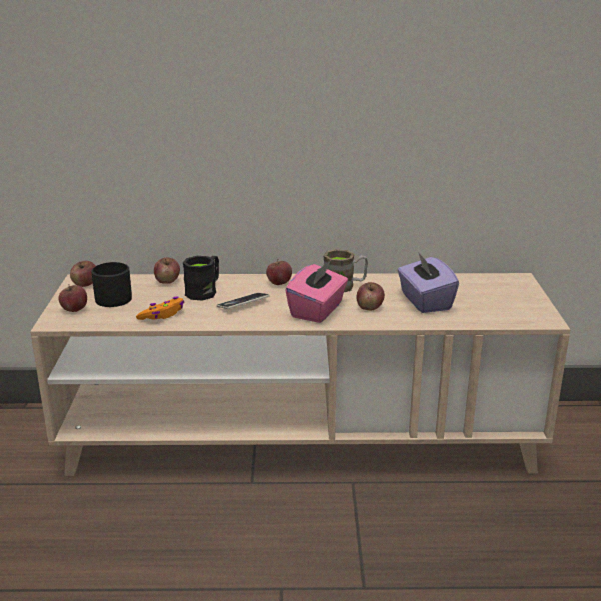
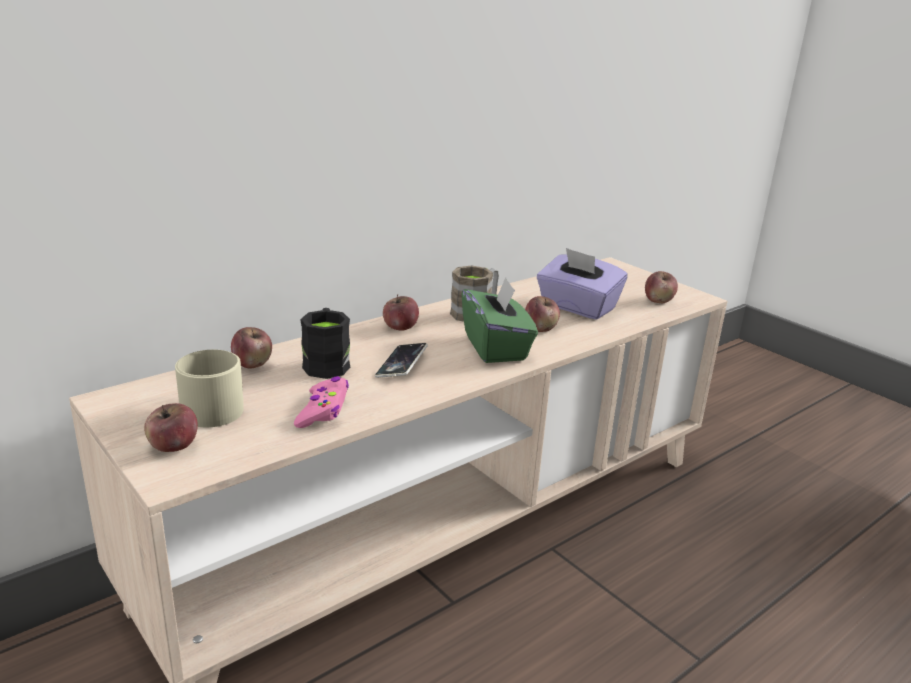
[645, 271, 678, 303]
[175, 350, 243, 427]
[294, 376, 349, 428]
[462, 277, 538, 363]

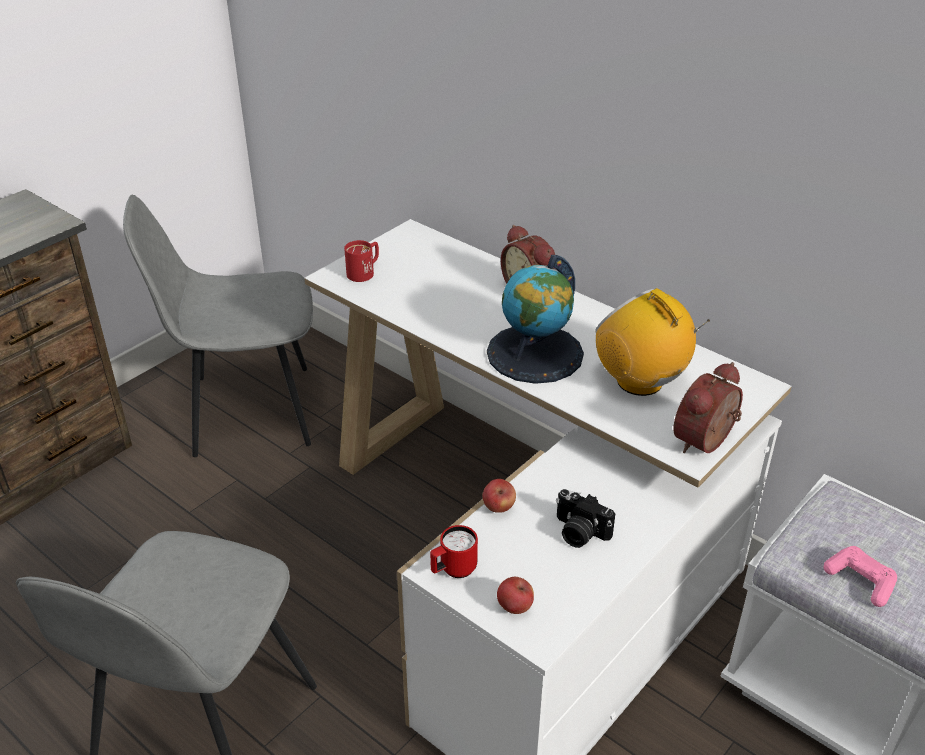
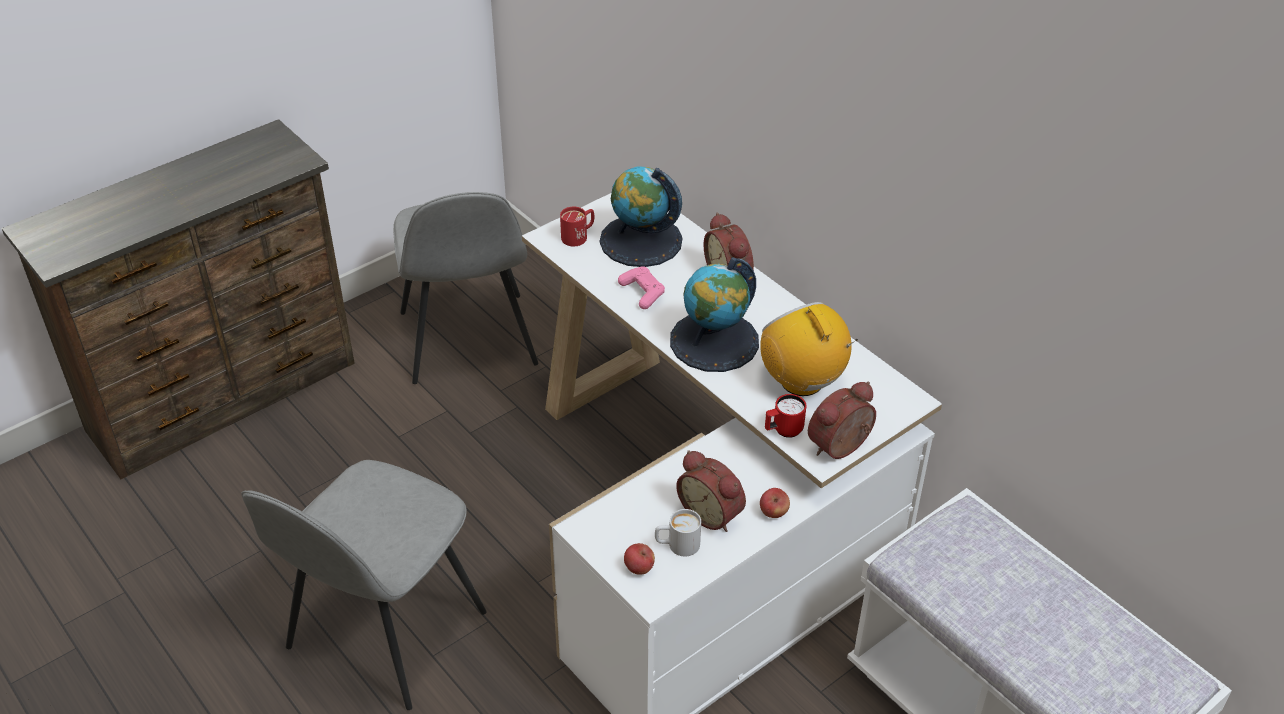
[393, 192, 539, 384]
[765, 394, 806, 438]
[760, 488, 790, 518]
[676, 450, 746, 532]
[618, 266, 665, 309]
[600, 166, 683, 267]
[655, 509, 701, 556]

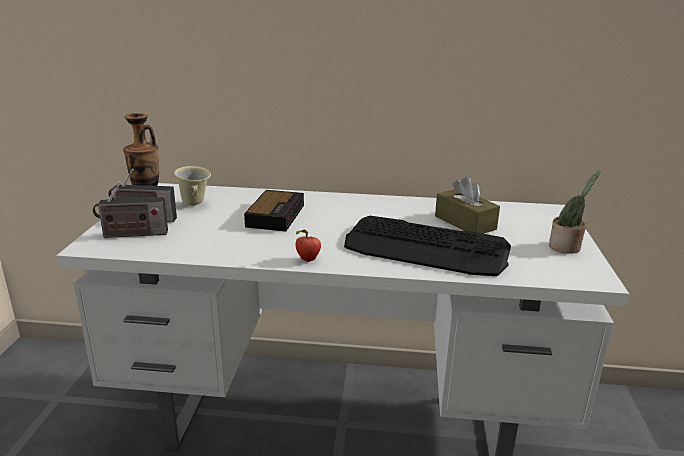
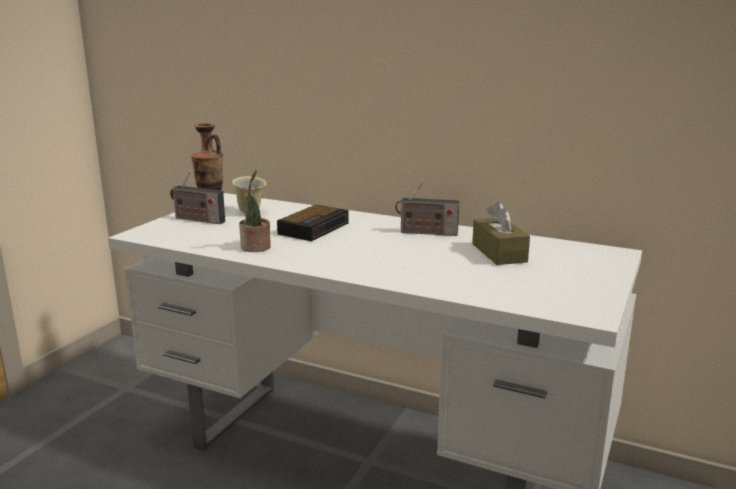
[395, 182, 459, 236]
[296, 230, 321, 262] (first image)
[344, 216, 511, 276] (first image)
[239, 170, 270, 252]

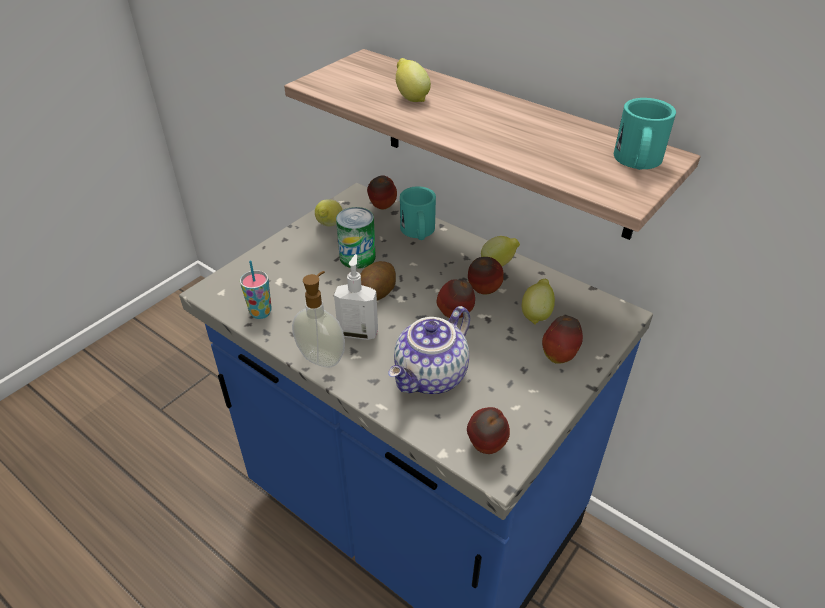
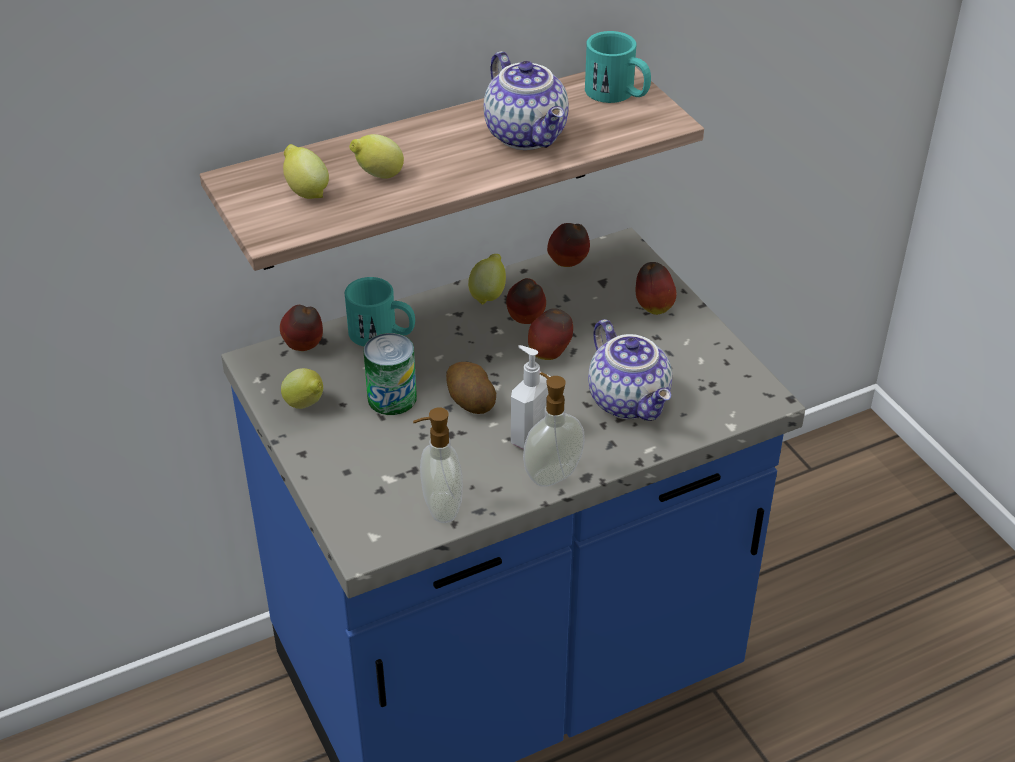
[413, 408, 463, 523]
[547, 223, 590, 267]
[283, 144, 329, 199]
[484, 51, 569, 150]

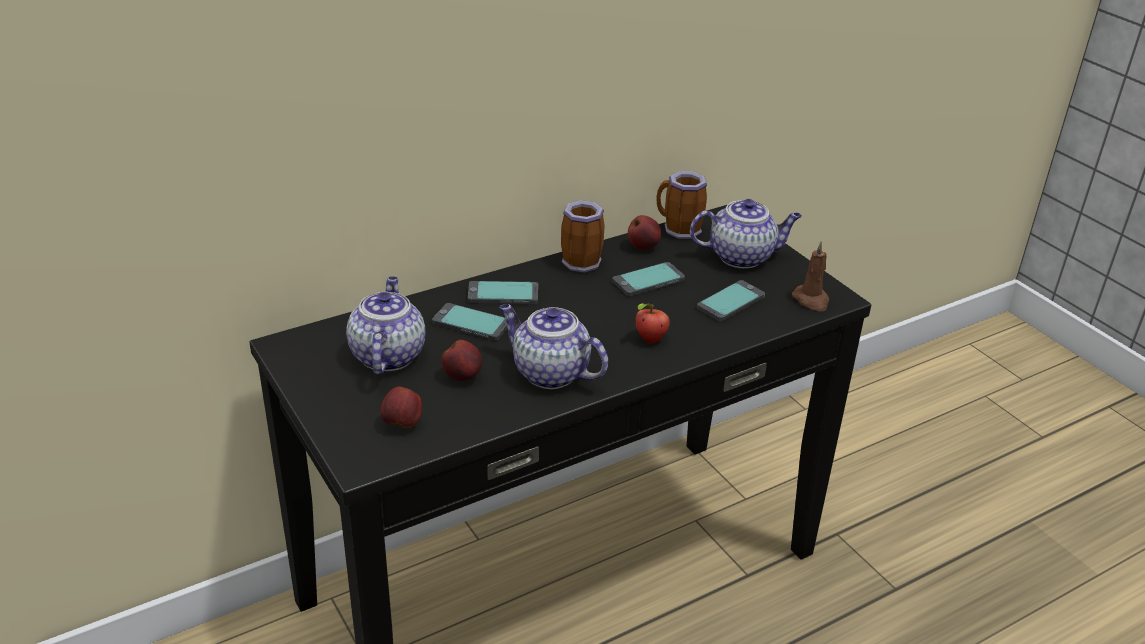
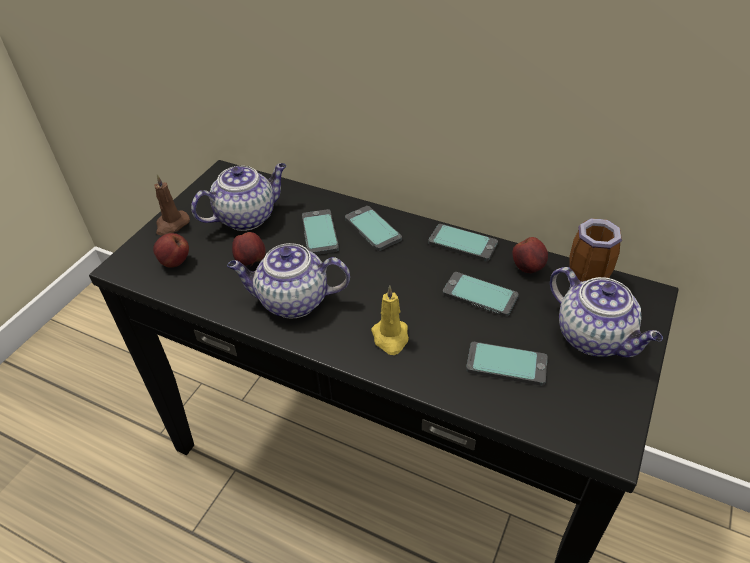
[227, 243, 350, 319]
[428, 224, 498, 261]
[371, 285, 409, 355]
[154, 174, 190, 235]

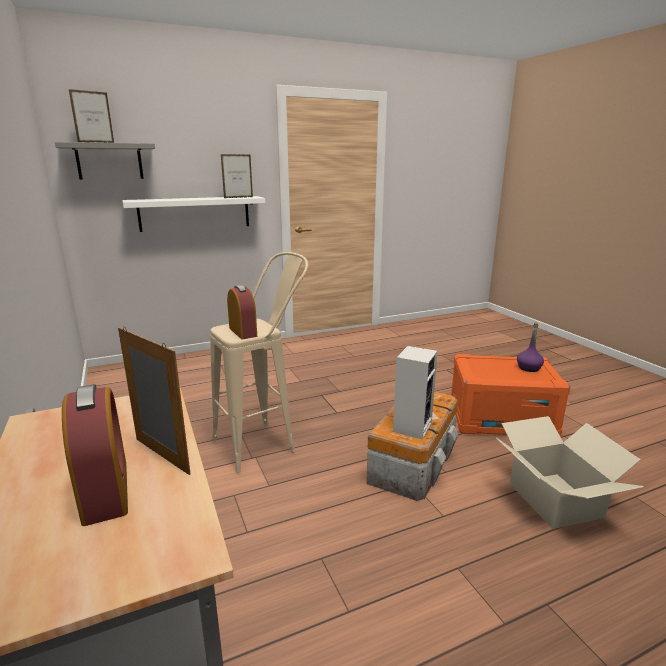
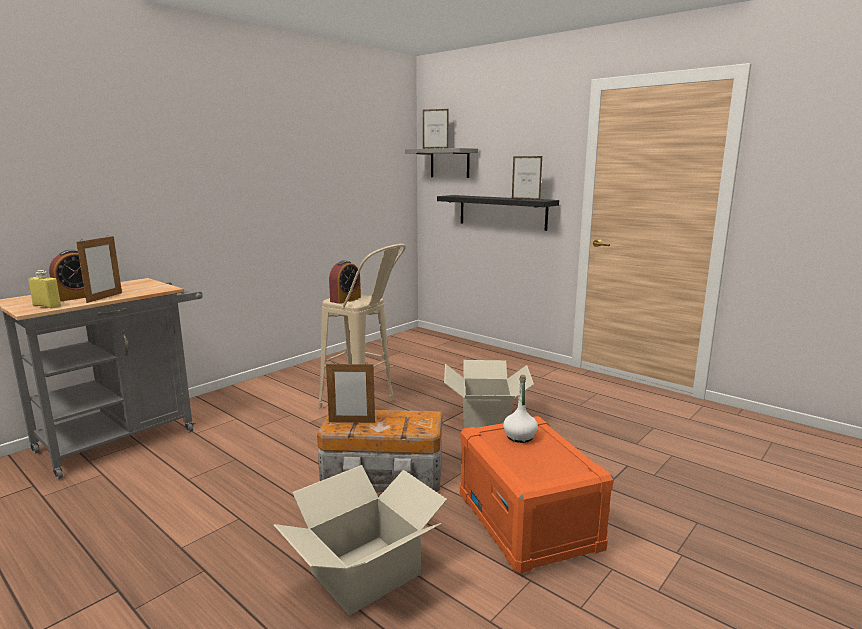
[437, 195, 559, 231]
[326, 362, 375, 423]
[517, 322, 544, 372] (first image)
[28, 270, 61, 309]
[444, 360, 534, 428]
[503, 375, 538, 443]

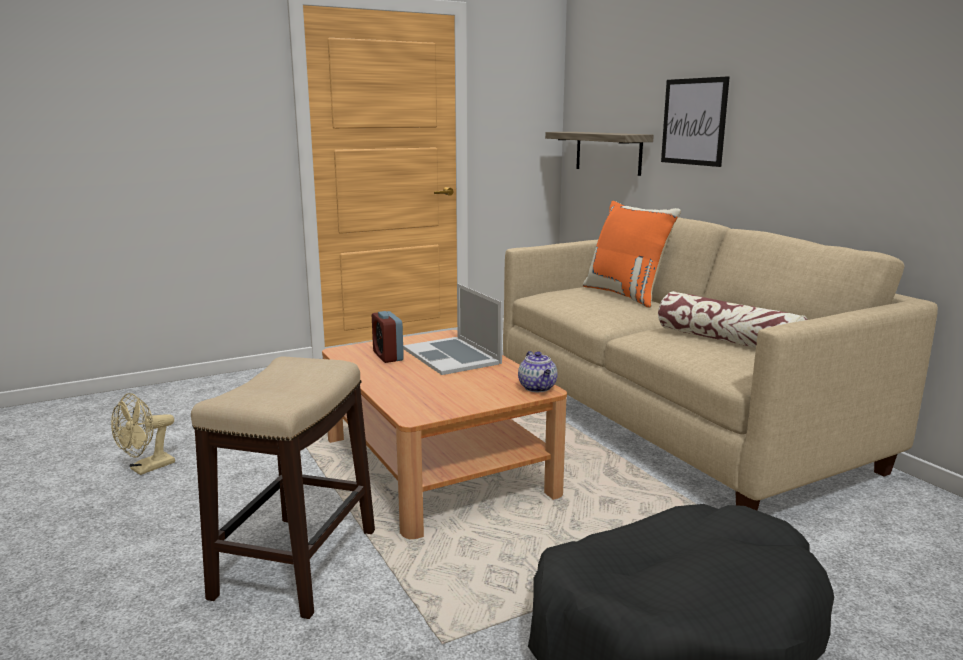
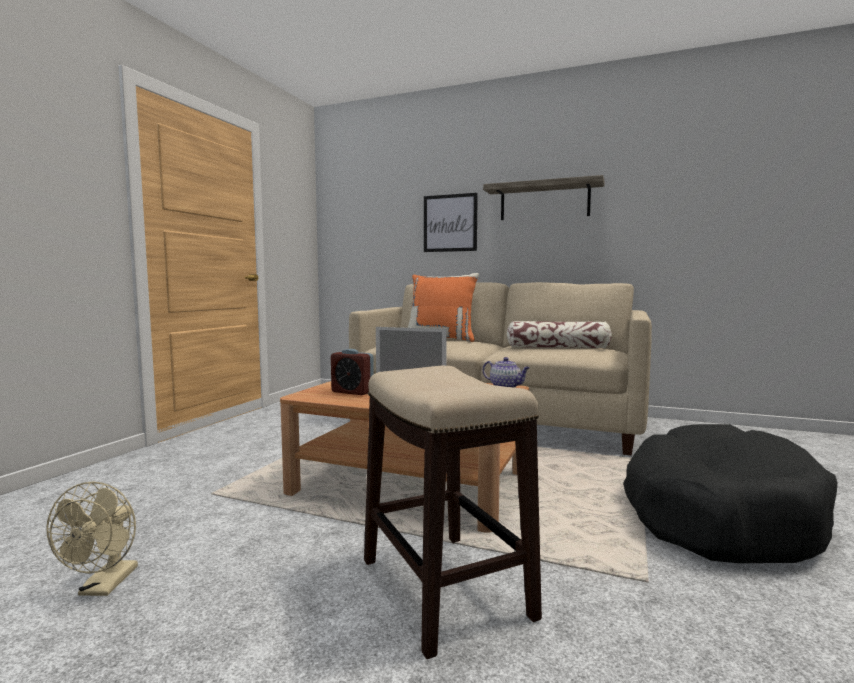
[483, 175, 605, 220]

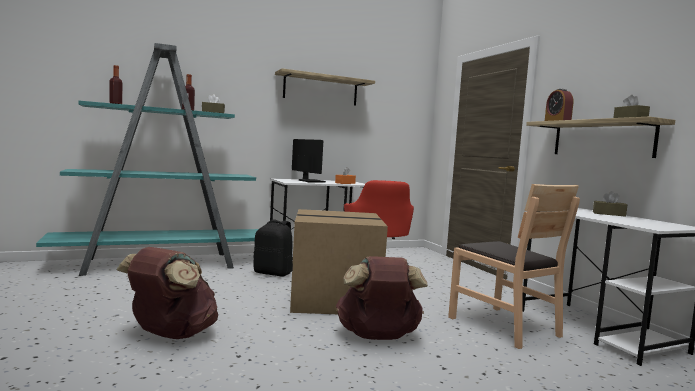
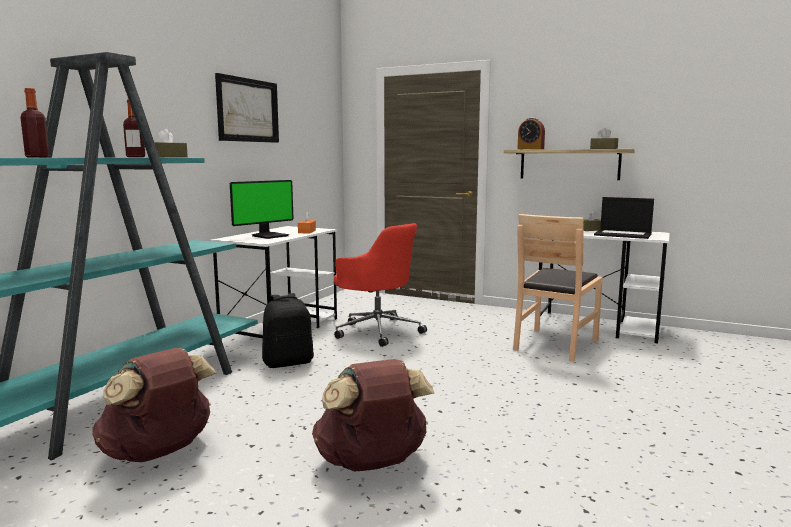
[215, 73, 279, 143]
[290, 209, 388, 314] (first image)
[230, 180, 293, 239]
[92, 348, 217, 462]
[513, 214, 603, 362]
[594, 197, 654, 239]

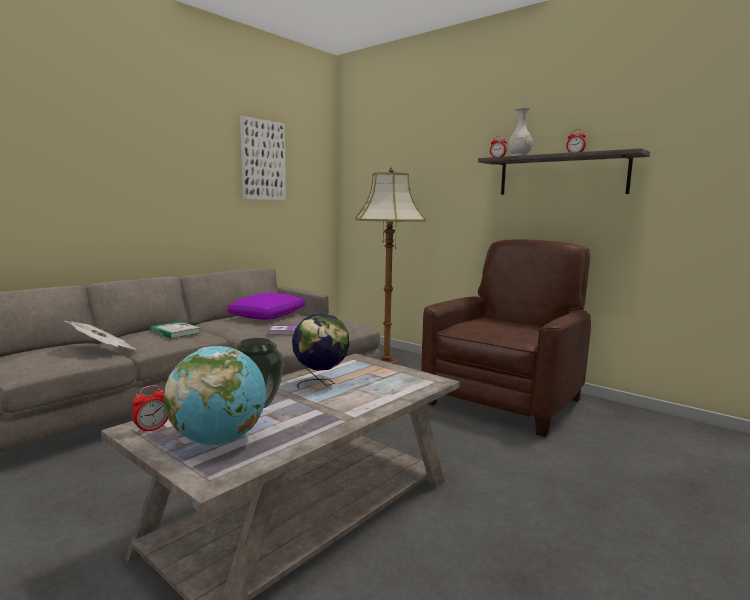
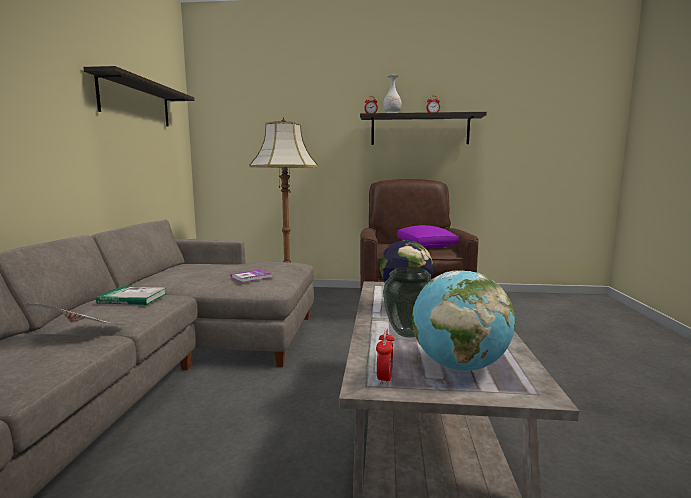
[397, 225, 459, 248]
[83, 66, 194, 127]

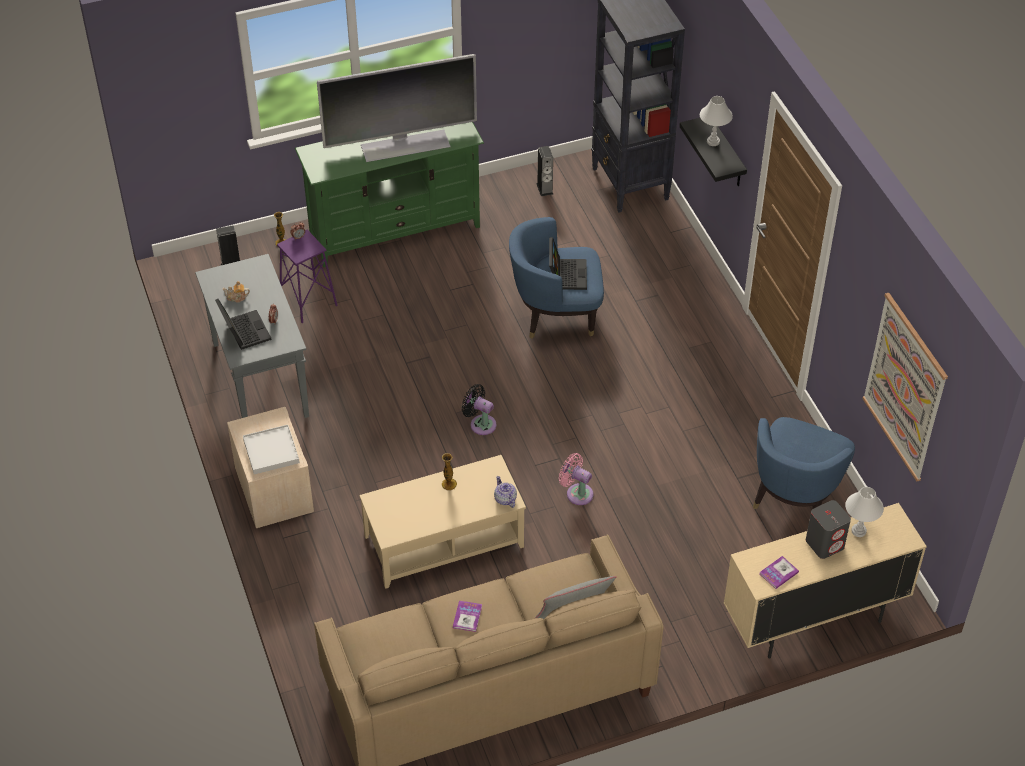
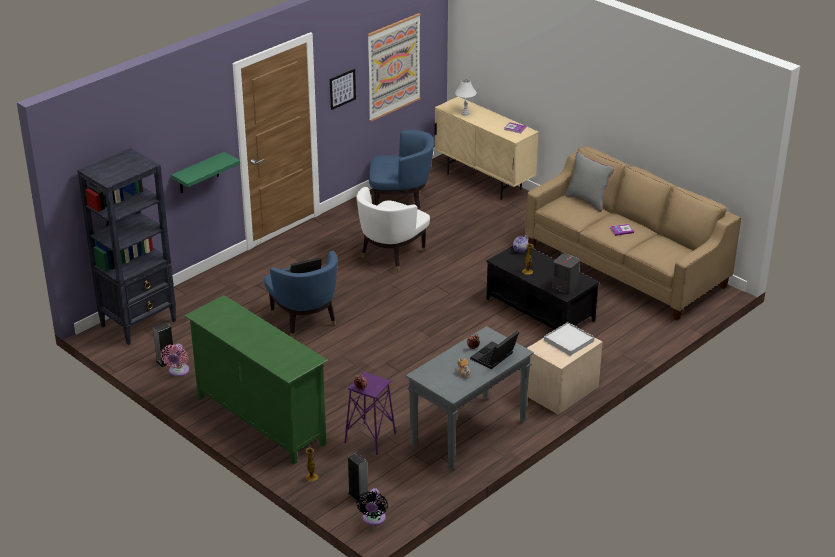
[317, 54, 477, 162] (first image)
[486, 246, 599, 330]
[356, 488, 388, 526]
[161, 344, 189, 377]
[171, 152, 240, 193]
[700, 96, 733, 146] (first image)
[552, 254, 580, 294]
[330, 69, 356, 110]
[356, 187, 430, 271]

